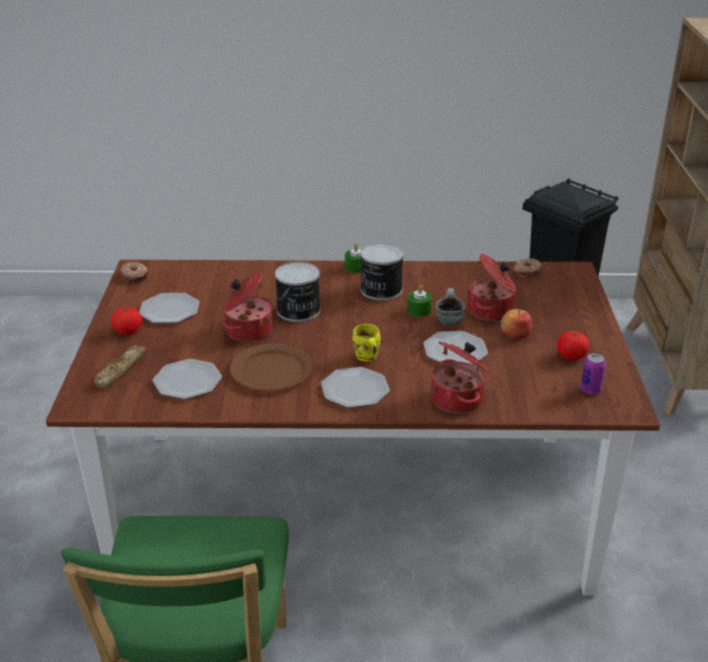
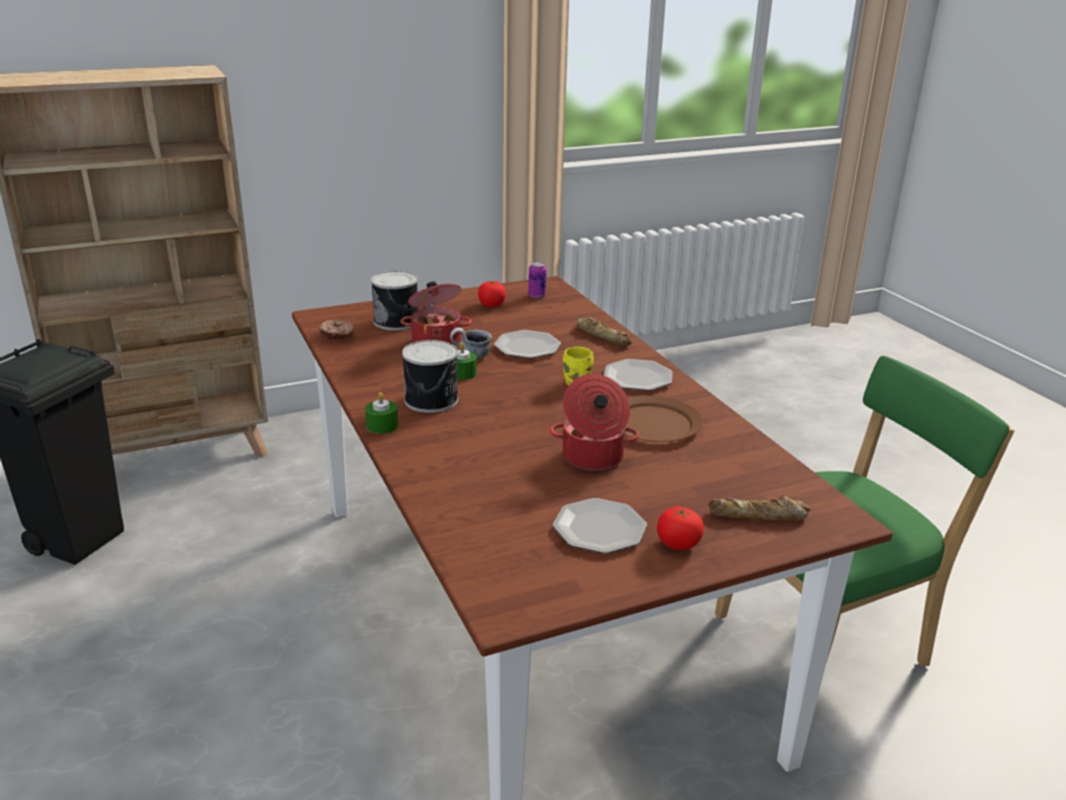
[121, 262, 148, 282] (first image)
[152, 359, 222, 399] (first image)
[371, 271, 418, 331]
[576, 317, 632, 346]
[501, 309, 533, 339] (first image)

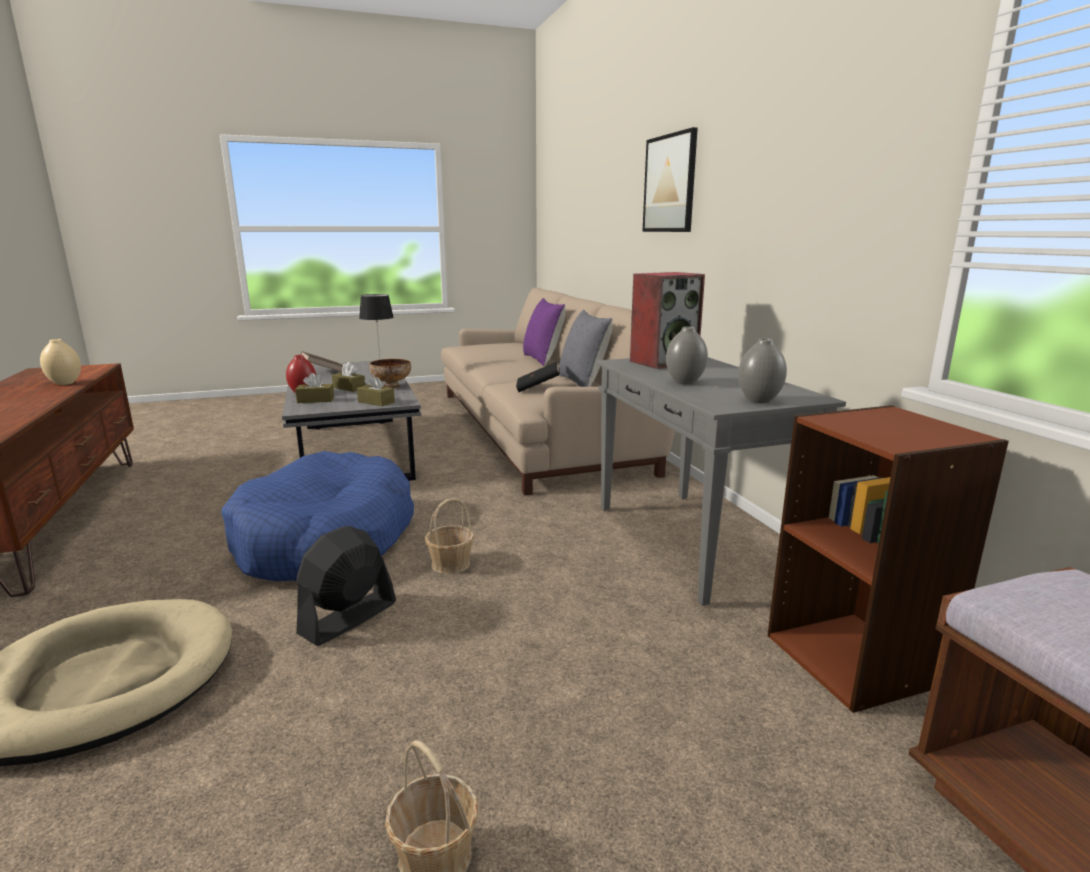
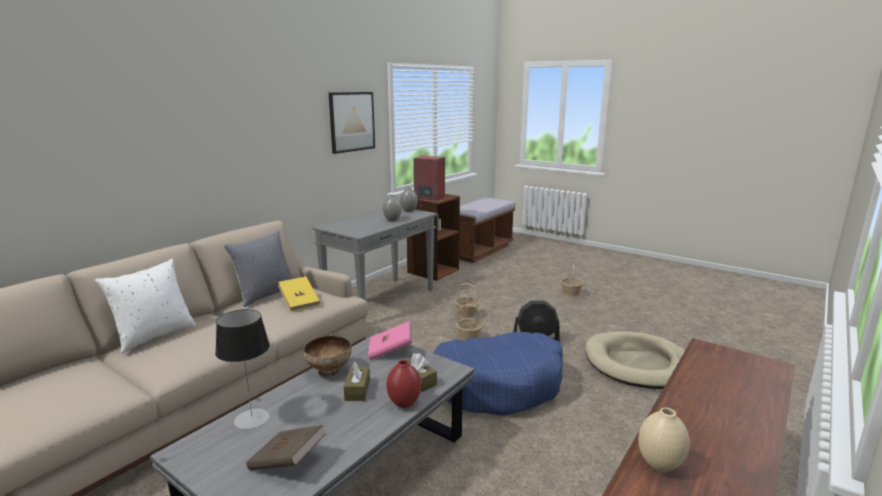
[368, 321, 413, 360]
[278, 277, 320, 312]
[95, 259, 196, 354]
[413, 156, 445, 201]
[329, 92, 375, 154]
[455, 283, 479, 319]

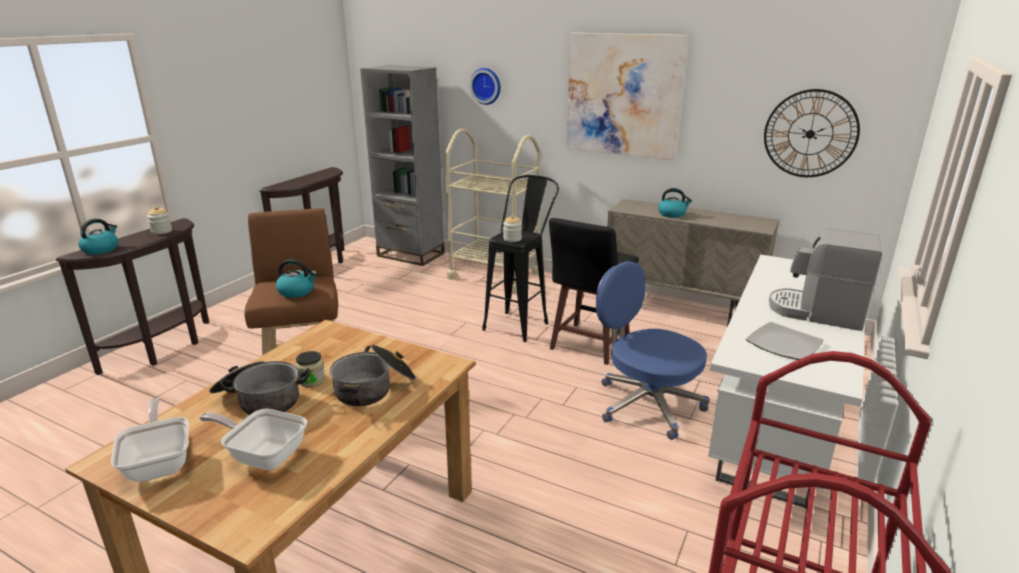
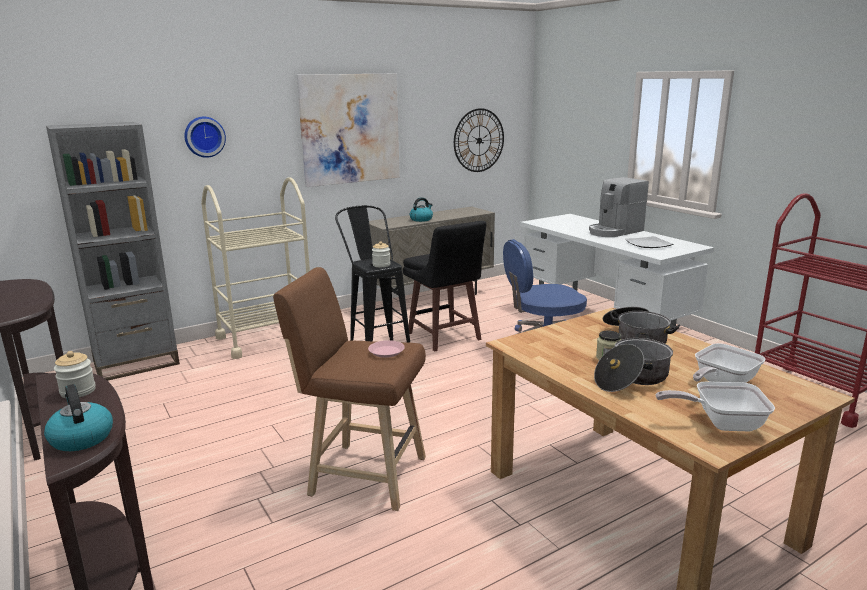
[368, 340, 405, 358]

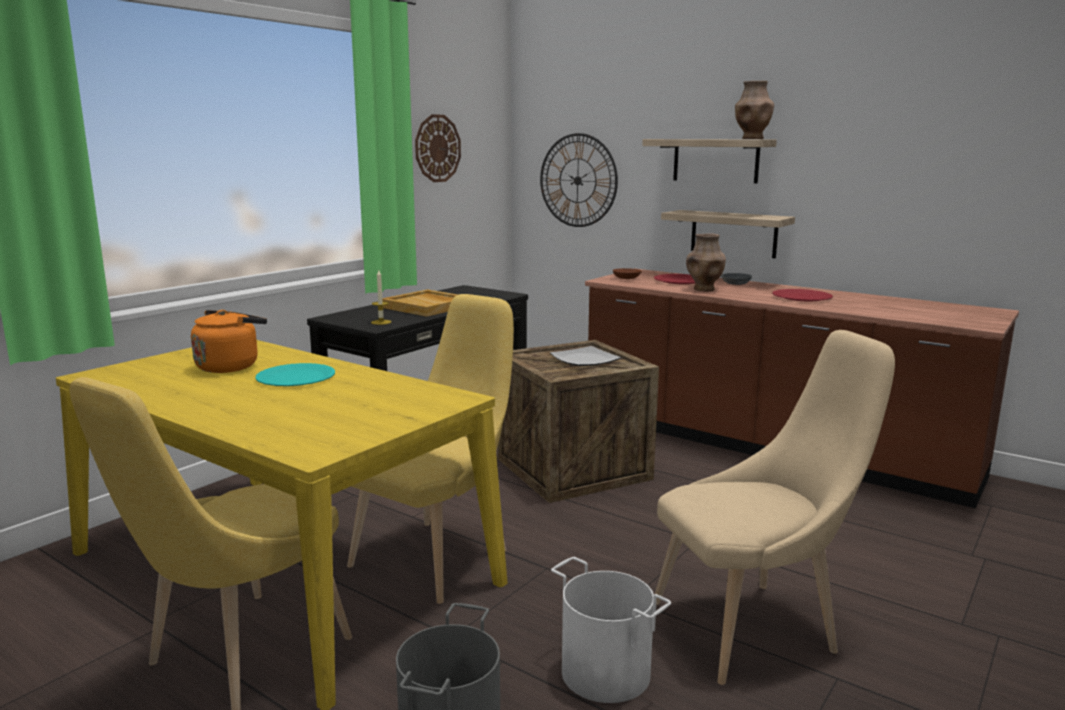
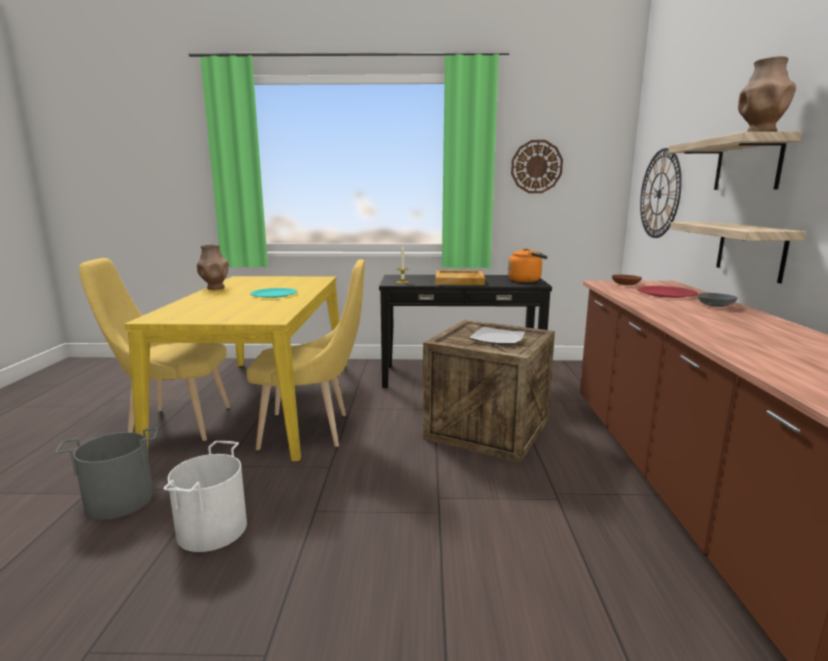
[508, 248, 548, 282]
[655, 330, 895, 685] (first image)
[197, 245, 229, 290]
[772, 289, 833, 302] (first image)

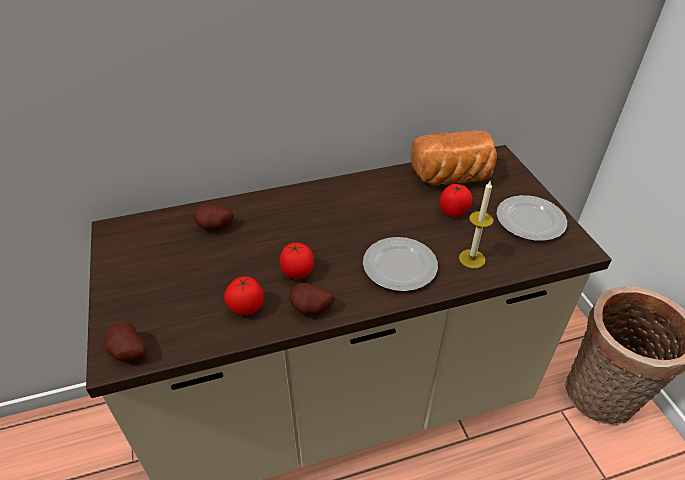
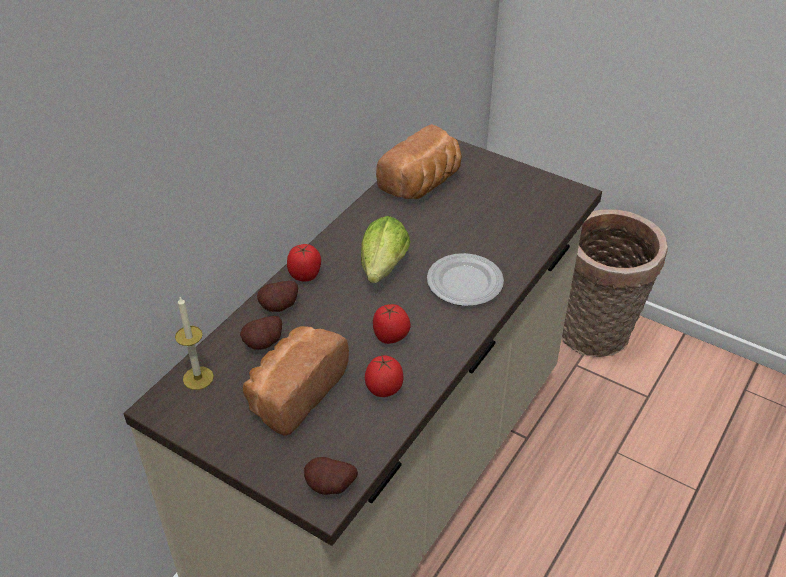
[257, 281, 298, 312]
[287, 244, 321, 282]
[175, 297, 214, 390]
[496, 195, 567, 241] (first image)
[243, 326, 349, 436]
[361, 216, 411, 283]

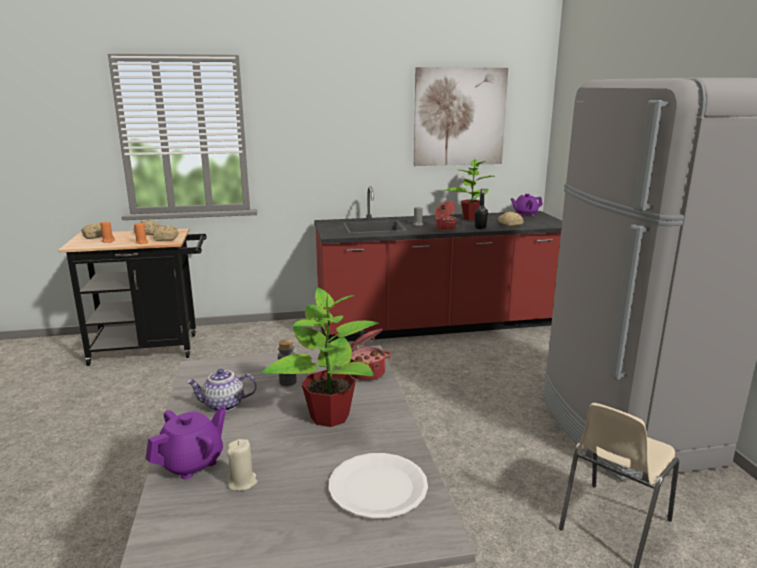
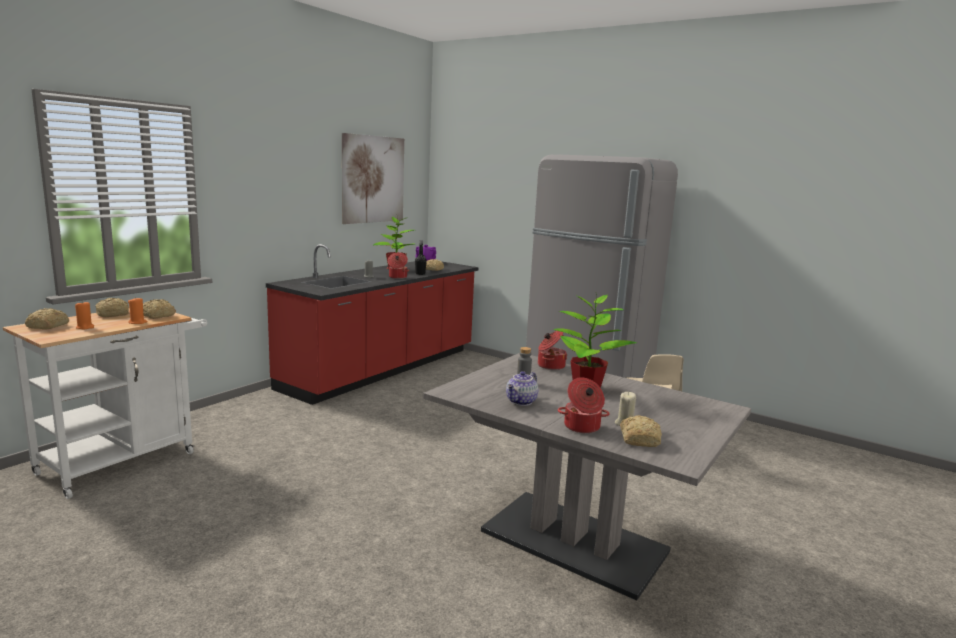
[3, 308, 207, 499]
[558, 377, 609, 433]
[329, 453, 428, 519] (first image)
[620, 415, 662, 447]

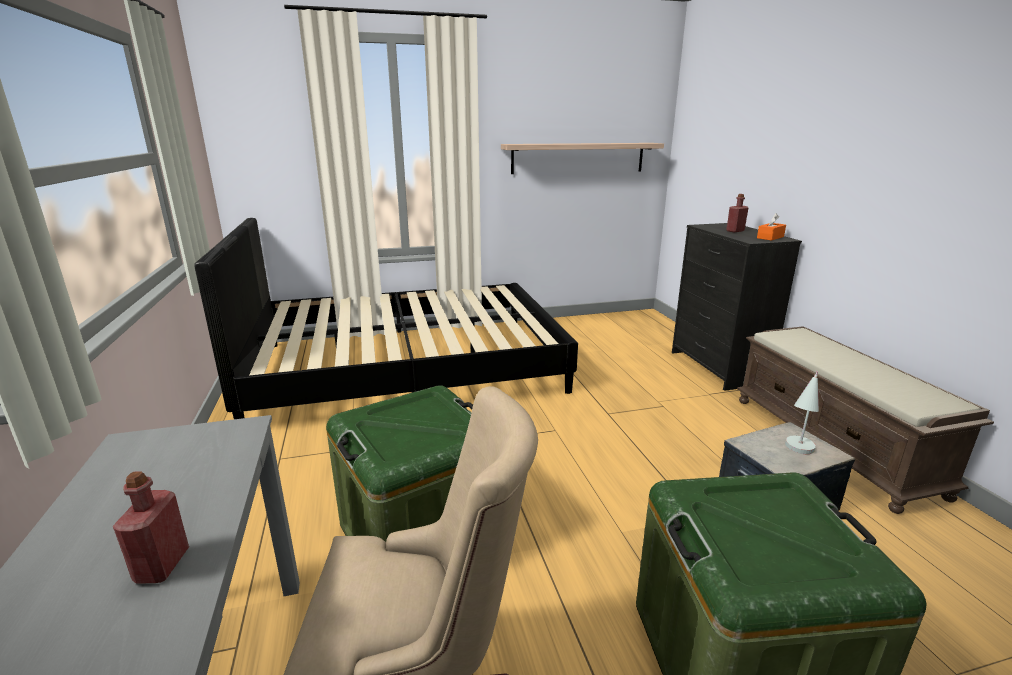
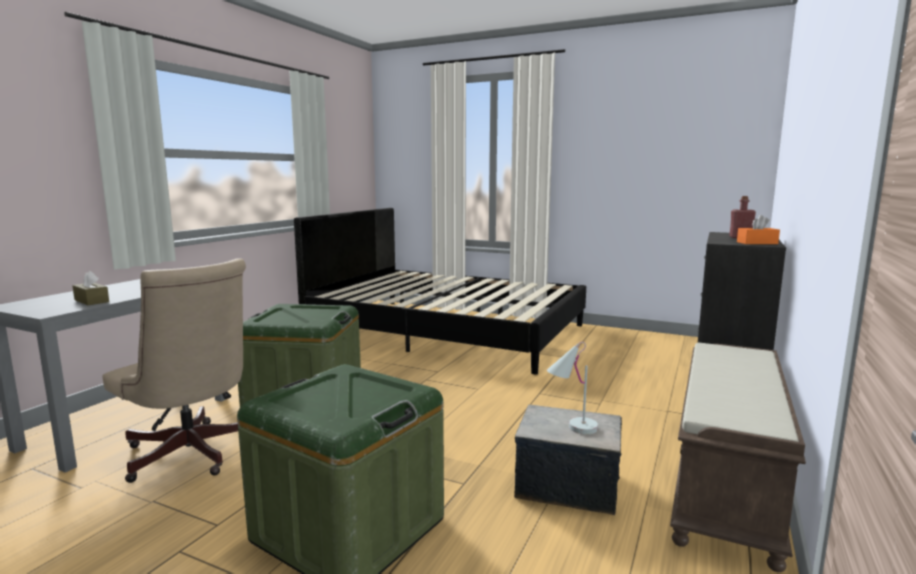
[72, 271, 109, 305]
[501, 143, 664, 174] (first image)

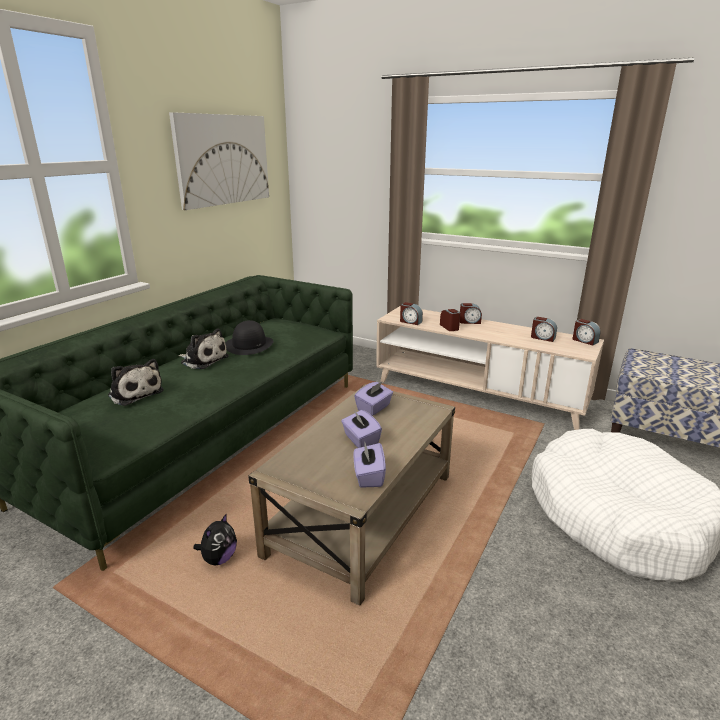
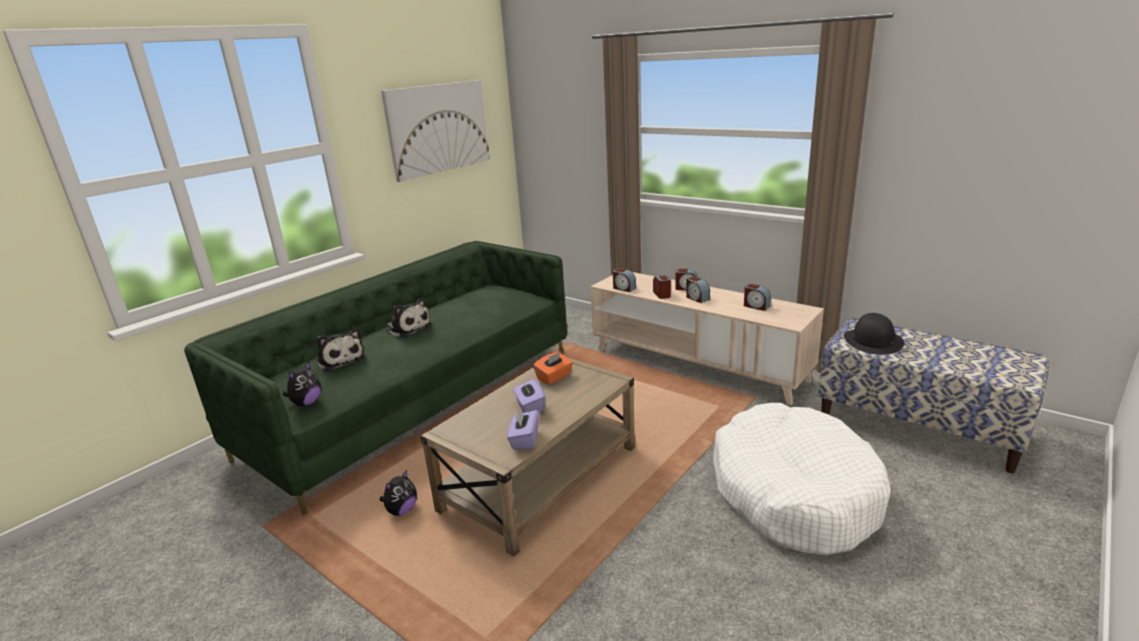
[843, 313, 904, 355]
[533, 352, 573, 385]
[686, 277, 710, 303]
[283, 362, 321, 406]

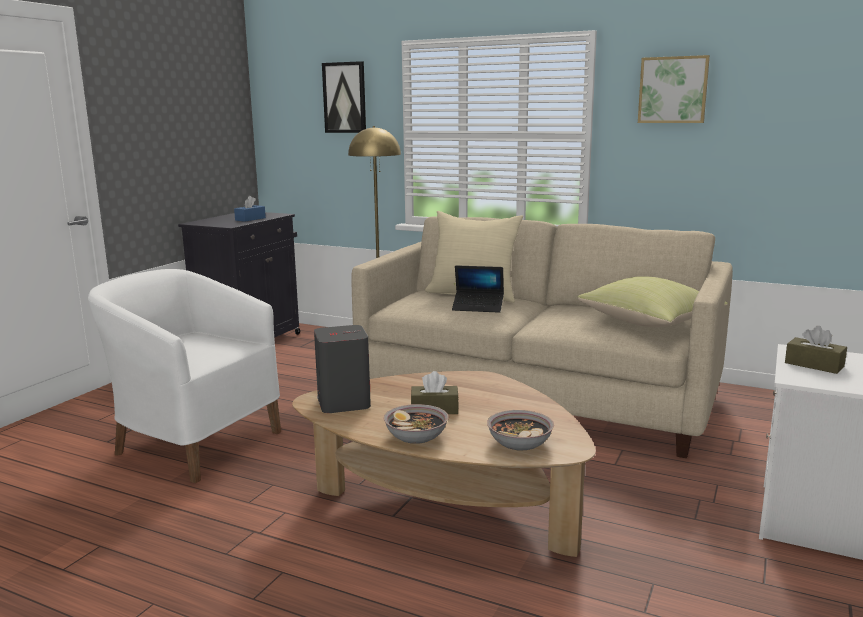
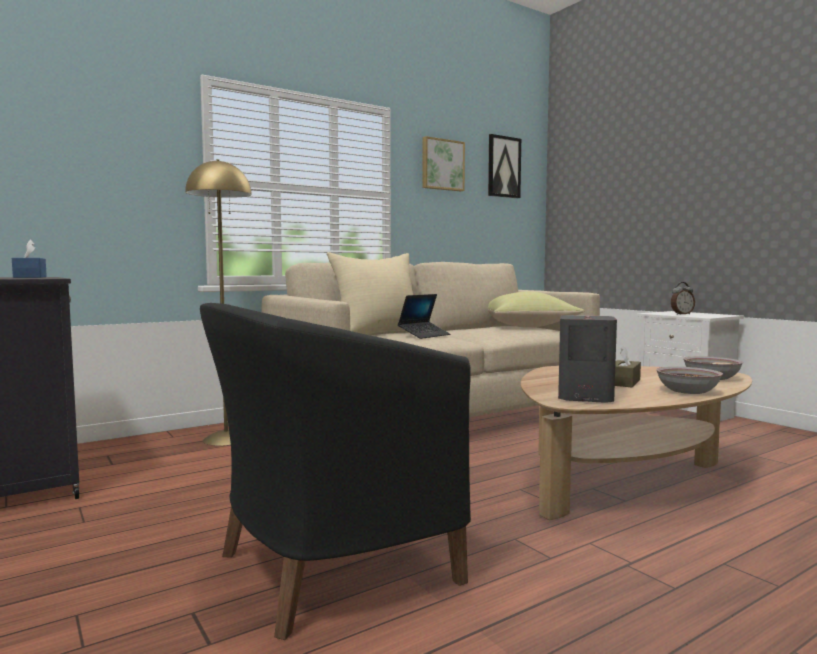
[200, 303, 471, 640]
[488, 134, 521, 198]
[671, 282, 695, 315]

